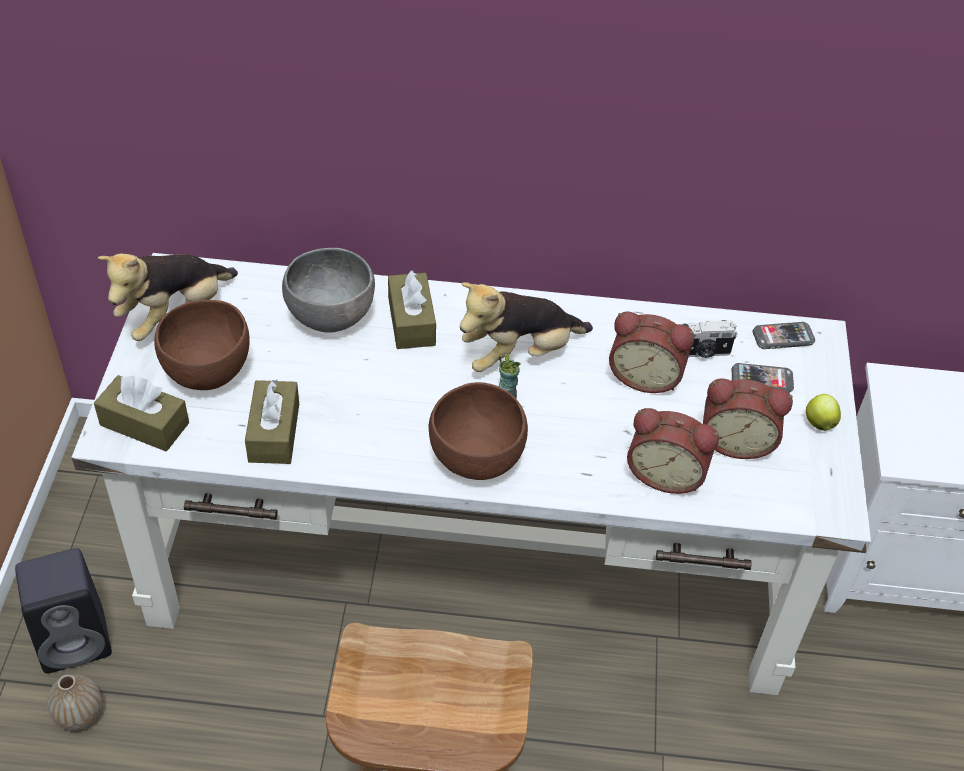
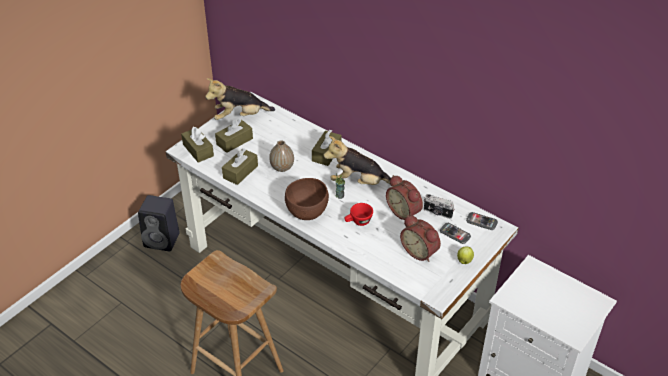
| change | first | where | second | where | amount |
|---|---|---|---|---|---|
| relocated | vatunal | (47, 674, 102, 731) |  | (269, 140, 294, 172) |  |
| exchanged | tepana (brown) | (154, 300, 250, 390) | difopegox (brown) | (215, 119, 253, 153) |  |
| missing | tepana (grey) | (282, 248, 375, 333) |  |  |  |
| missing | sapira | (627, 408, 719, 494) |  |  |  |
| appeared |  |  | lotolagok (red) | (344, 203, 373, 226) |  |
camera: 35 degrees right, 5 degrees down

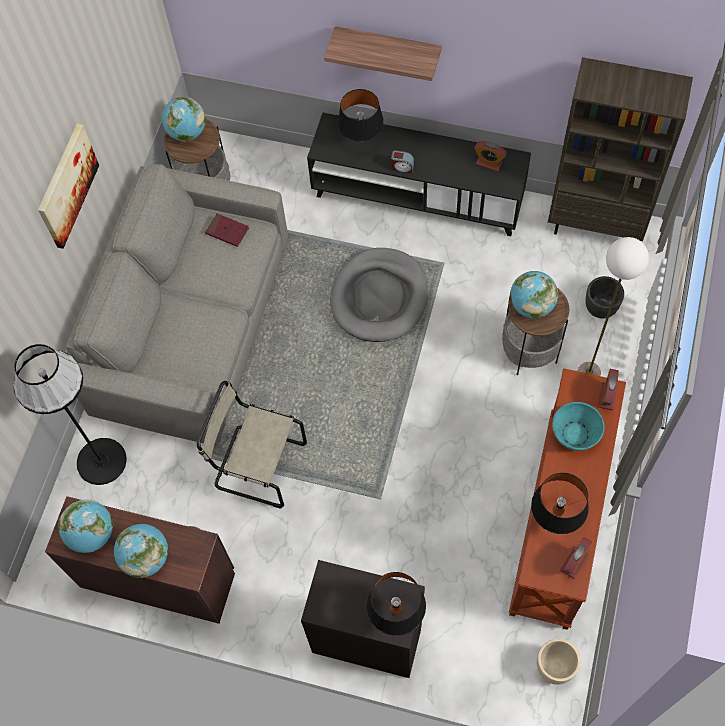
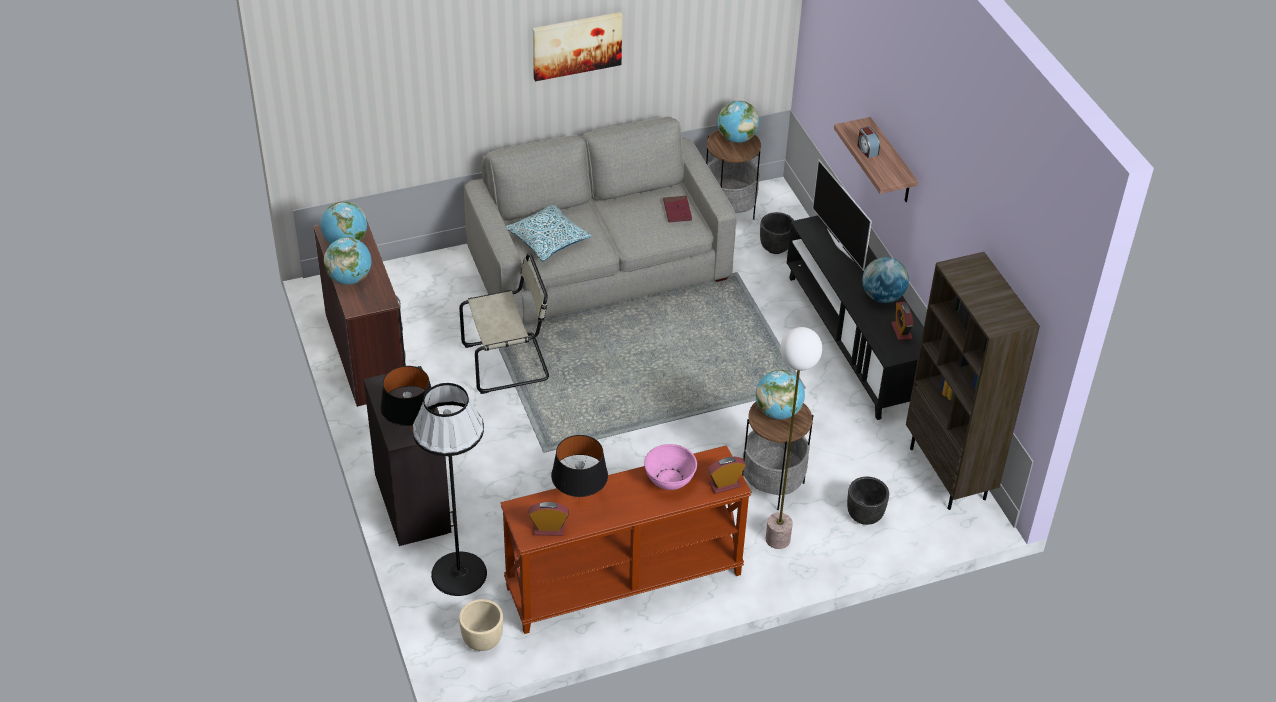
| change | first | where | second | where | amount |
|---|---|---|---|---|---|
| relocated | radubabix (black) | (13, 344, 127, 485) |  | (412, 383, 487, 596) |  |
| spun | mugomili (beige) | (197, 381, 307, 509) |  | (459, 253, 549, 394) | 90 degrees clockwise |
| missing | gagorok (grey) | (330, 248, 428, 342) |  |  |  |
| exchanged | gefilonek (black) | (338, 89, 384, 141) | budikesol | (812, 159, 872, 271) |  |
| relocated | sapira | (391, 150, 414, 173) |  | (858, 127, 880, 158) |  |
| colour | tepana (turquoise) | (552, 402, 605, 451) | tepana (pink) | (644, 444, 697, 490) |  |
| appeared |  |  | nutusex | (506, 205, 592, 262) |  |
| appeared |  |  | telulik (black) | (760, 212, 794, 254) |  |
| appeared |  |  | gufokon | (862, 257, 909, 303) |  |
camera: 50 degrees right, 20 degrees down

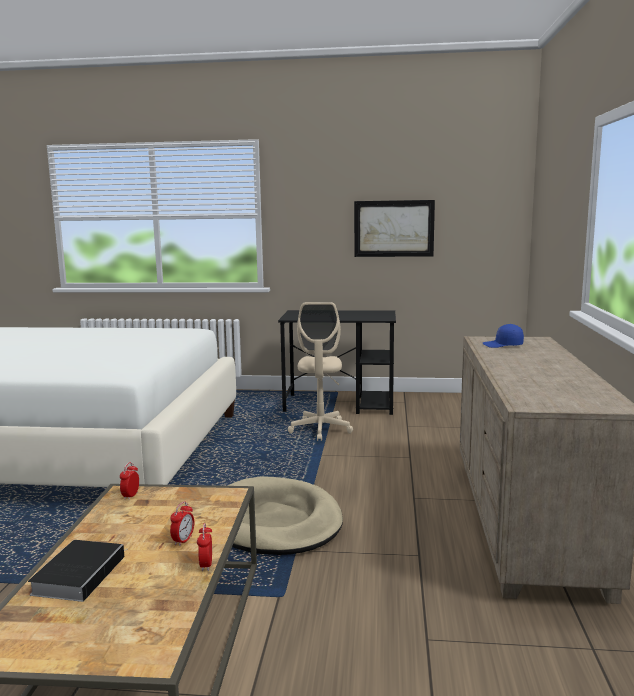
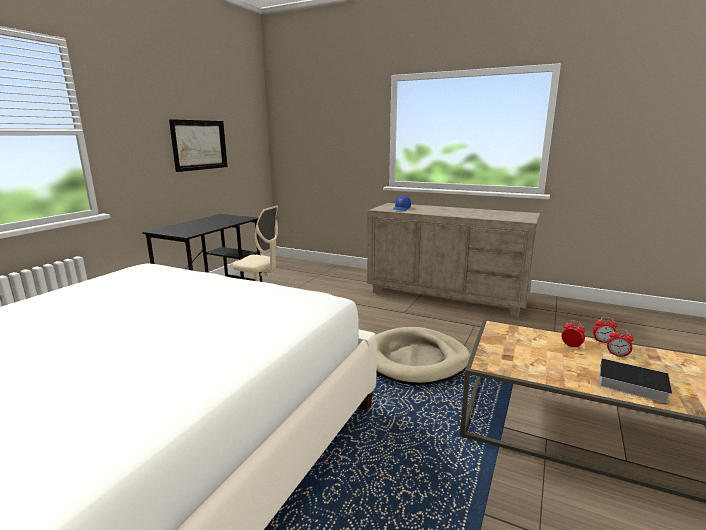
| change | first | where | second | where | amount |
|---|---|---|---|---|---|
| relocated | sapira | (120, 462, 139, 500) |  | (607, 329, 634, 358) |  |
camera: 70 degrees left, 5 degrees up

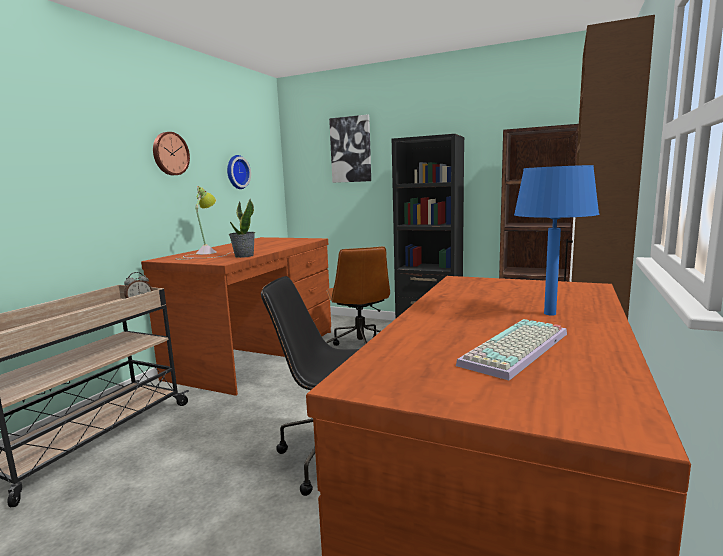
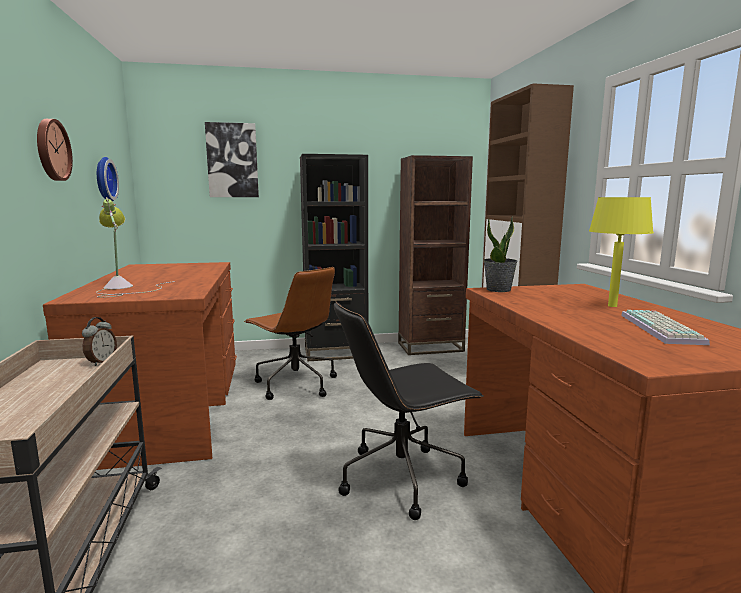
| change | first | where | second | where | amount |
|---|---|---|---|---|---|
| relocated | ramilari | (229, 199, 255, 258) |  | (483, 216, 518, 292) |  |
| colour | gefilonek (blue) | (514, 165, 600, 316) | gefilonek (yellow) | (589, 197, 654, 307) |  |
camera: 35 degrees left, 0 degrees up

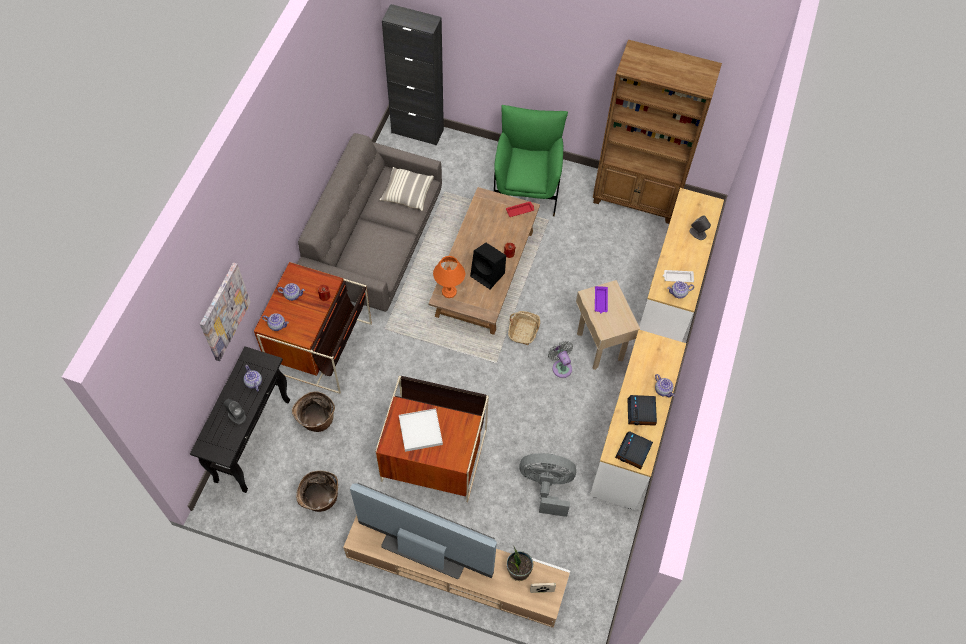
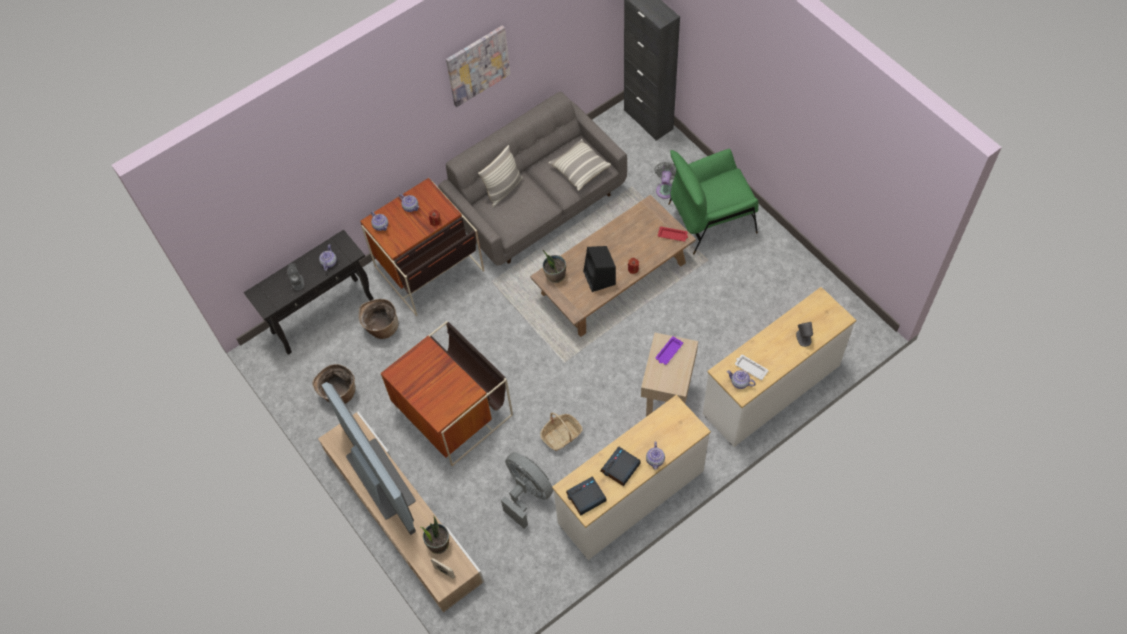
| change | first | where | second | where | amount |
|---|---|---|---|---|---|
| relocated | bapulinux | (200, 263, 251, 361) |  | (446, 25, 510, 107) |  |
| missing | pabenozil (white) | (399, 408, 443, 452) |  |  |  |
| exchanged | gefilonek (orange) | (433, 256, 465, 298) | ramilari | (542, 250, 566, 283) |  |
| spun | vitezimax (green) | (494, 105, 568, 216) |  | (668, 149, 759, 254) | 150 degrees counterclockwise |
| relocated | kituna | (508, 311, 540, 345) |  | (540, 413, 583, 451) |  |
| relocated | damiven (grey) | (548, 341, 573, 378) |  | (654, 162, 676, 199) |  |
| missing | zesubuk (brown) | (593, 40, 722, 224) |  |  |  |
| appeared |  |  | nutusex | (478, 145, 523, 207) |  |
camera: 40 degrees right, 0 degrees up

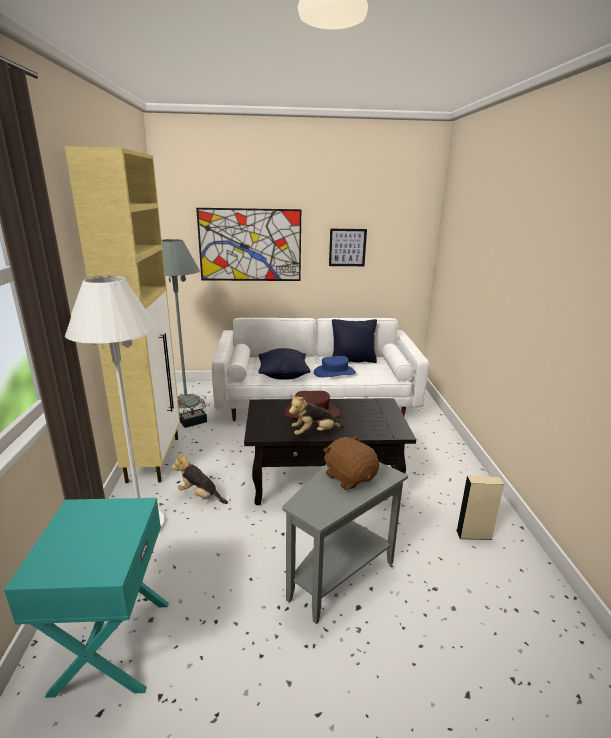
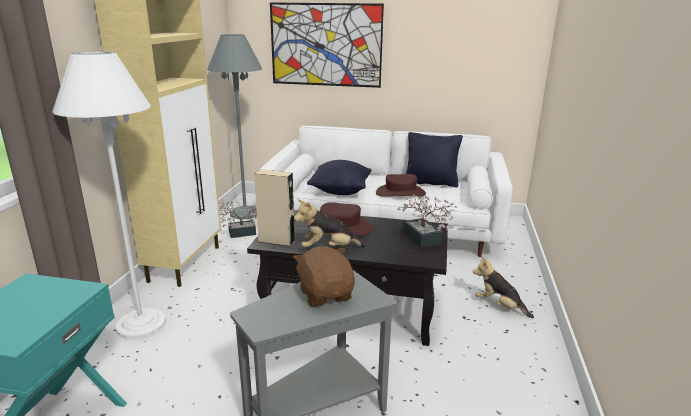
| change | first | where | second | where | amount |
|---|---|---|---|---|---|
| relocated | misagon | (171, 452, 228, 504) |  | (473, 257, 534, 319) |  |
| colour | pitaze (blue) | (314, 356, 356, 377) | pitaze (brown) | (376, 174, 426, 197) |  |
| missing | bapulinux | (329, 229, 367, 266) |  |  |  |
| relocated | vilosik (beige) | (456, 476, 504, 540) |  | (254, 169, 295, 247) |  |
| appeared |  |  | ramilari | (397, 194, 457, 248) |  |
camera: 15 degrees right, 0 degrees up

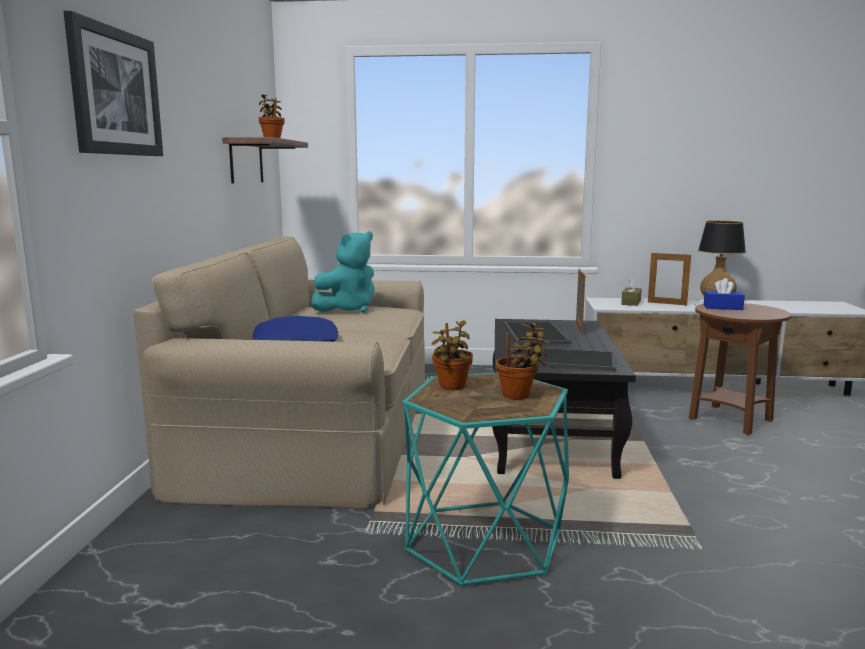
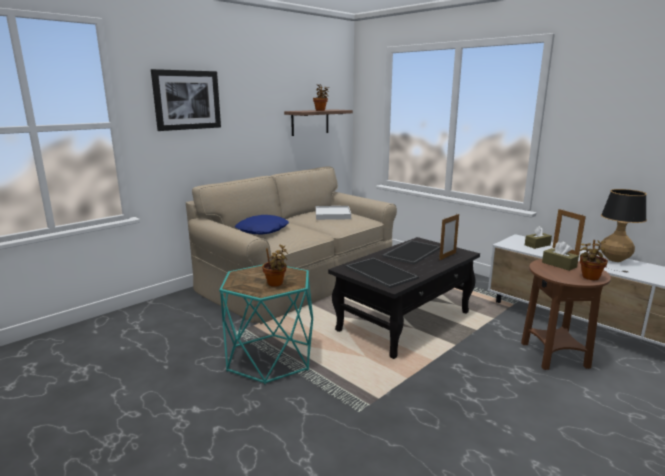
| change | first | where | second | where | amount |
|---|---|---|---|---|---|
| exchanged | misagon (turquoise) | (312, 231, 375, 313) | pabenozil (white) | (316, 206, 351, 220) |  |
| relocated | ramilari | (432, 320, 473, 390) |  | (579, 240, 608, 280) |  |
| colour | difopegox (blue) | (704, 278, 745, 310) | difopegox (brown) | (542, 242, 579, 271) |  |
camera: 40 degrees right, 5 degrees up

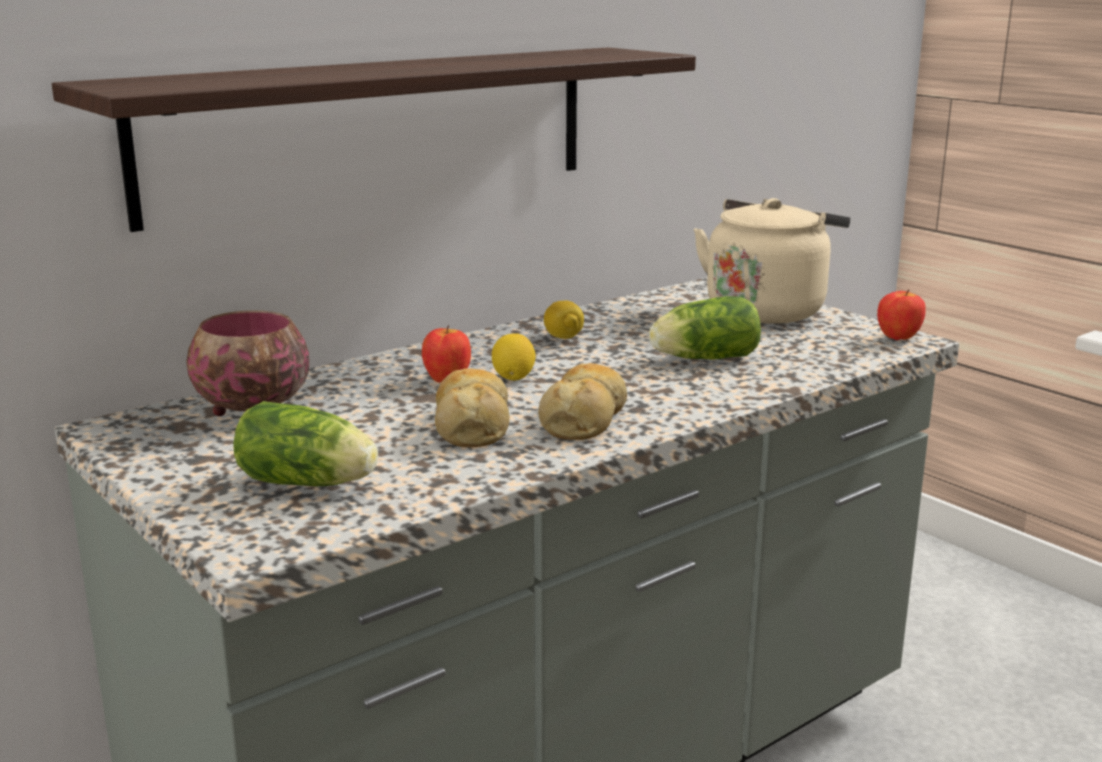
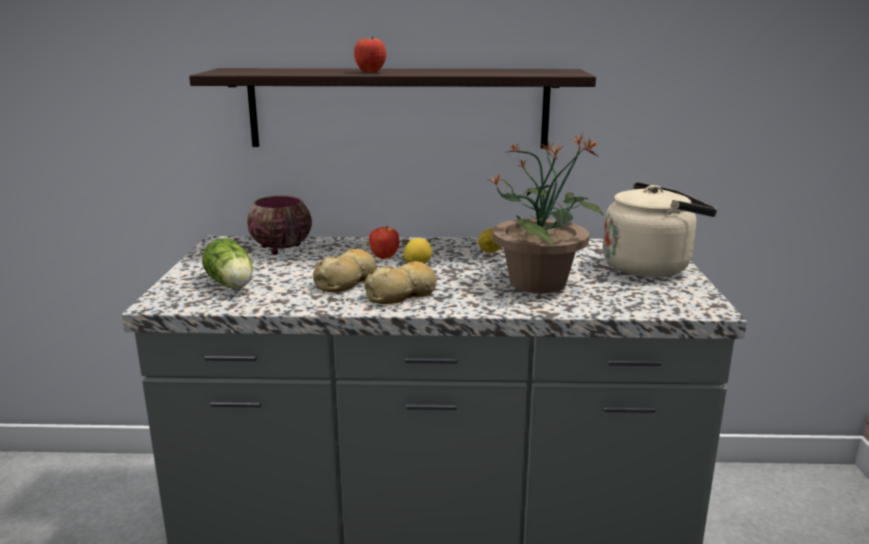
| change | first | where | second | where | amount |
|---|---|---|---|---|---|
| exchanged | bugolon | (649, 296, 761, 360) | ramilari | (488, 133, 604, 293) |  |
| relocated | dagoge | (877, 289, 926, 340) |  | (354, 36, 386, 72) |  |
camera: 40 degrees right, 0 degrees up

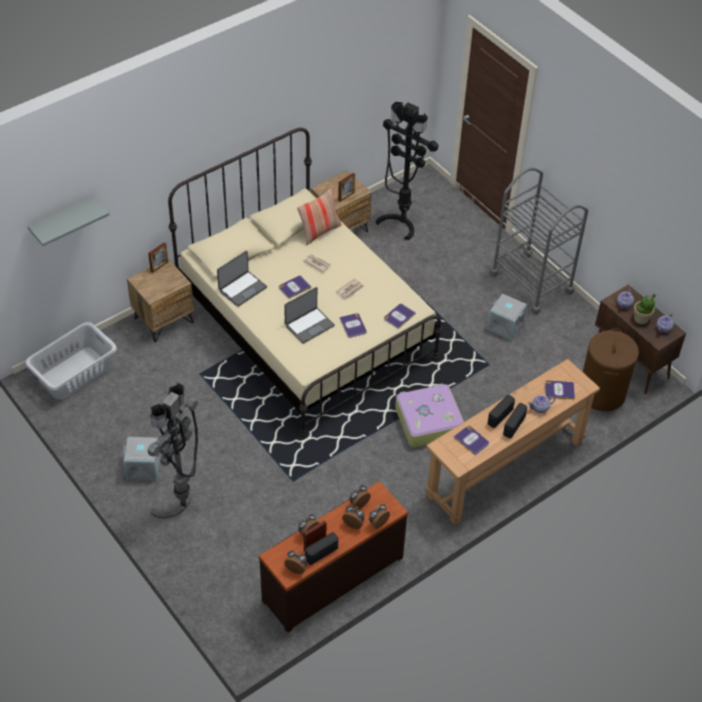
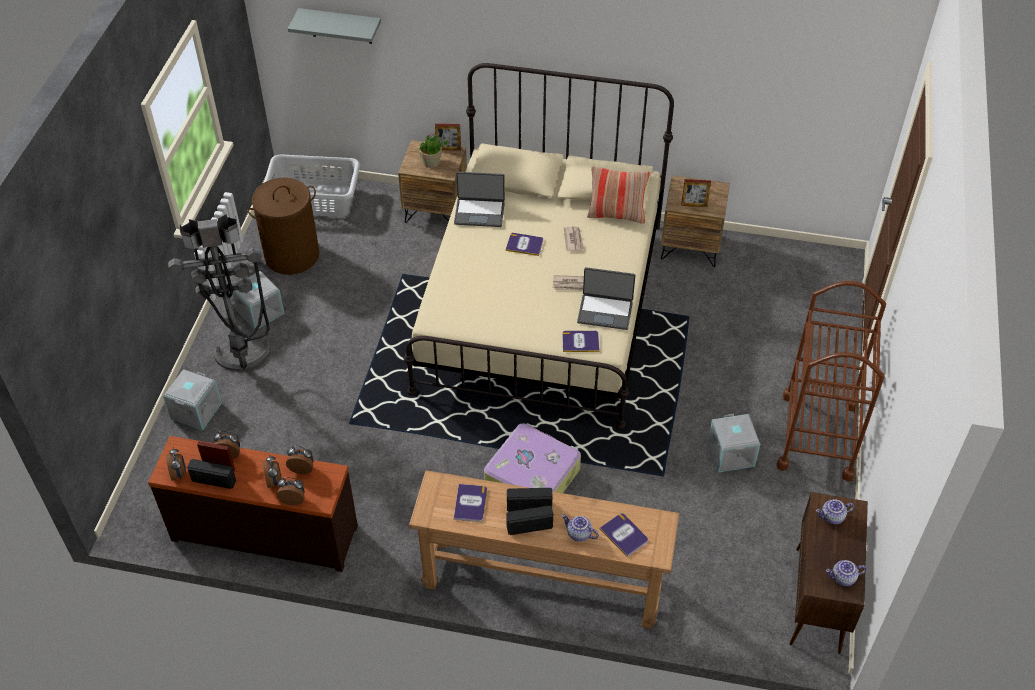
| change | first | where | second | where | amount |
|---|---|---|---|---|---|
| relocated | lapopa | (284, 287, 335, 344) |  | (577, 267, 636, 330) |  |
| missing | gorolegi | (340, 313, 367, 338) |  |  |  |
| missing | radubabix (black) | (376, 102, 438, 240) |  |  |  |
| colour | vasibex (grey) | (489, 167, 588, 315) | vasibex (brown) | (776, 281, 886, 481) |  |
| relocated | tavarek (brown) | (583, 328, 639, 411) |  | (247, 177, 319, 275) |  |
| relocated | ramilari | (634, 293, 656, 324) |  | (419, 133, 448, 168) |  |
| appeared |  |  | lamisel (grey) | (163, 369, 222, 430) |  |
camera: 50 degrees right, 0 degrees up

